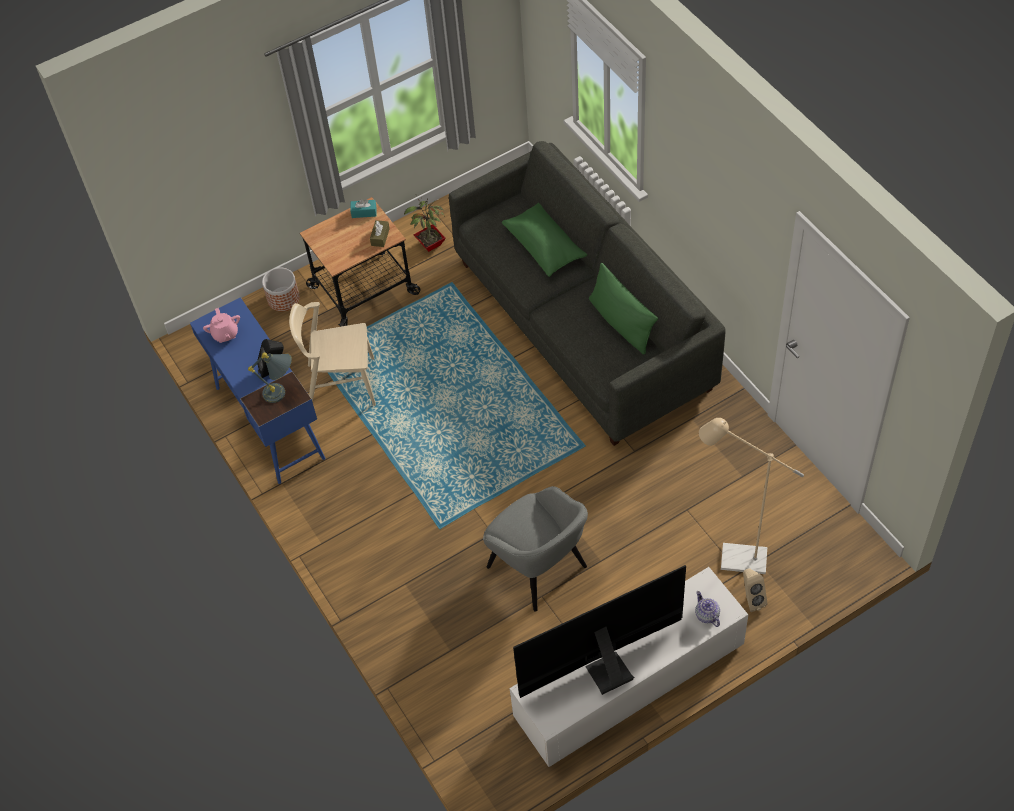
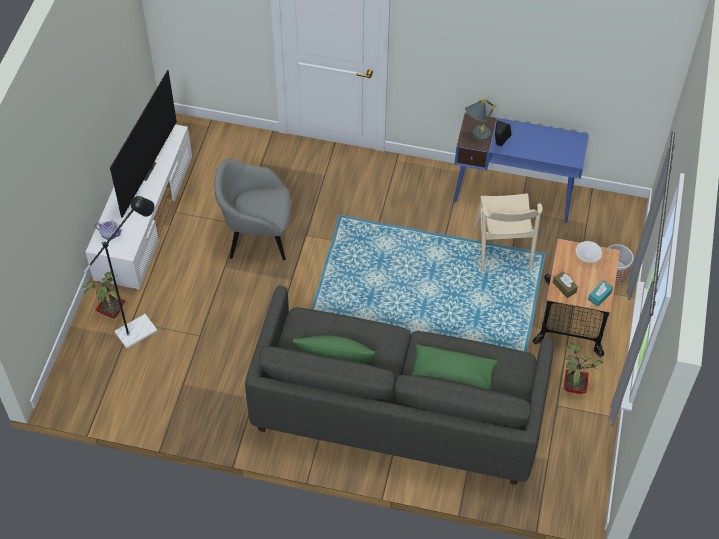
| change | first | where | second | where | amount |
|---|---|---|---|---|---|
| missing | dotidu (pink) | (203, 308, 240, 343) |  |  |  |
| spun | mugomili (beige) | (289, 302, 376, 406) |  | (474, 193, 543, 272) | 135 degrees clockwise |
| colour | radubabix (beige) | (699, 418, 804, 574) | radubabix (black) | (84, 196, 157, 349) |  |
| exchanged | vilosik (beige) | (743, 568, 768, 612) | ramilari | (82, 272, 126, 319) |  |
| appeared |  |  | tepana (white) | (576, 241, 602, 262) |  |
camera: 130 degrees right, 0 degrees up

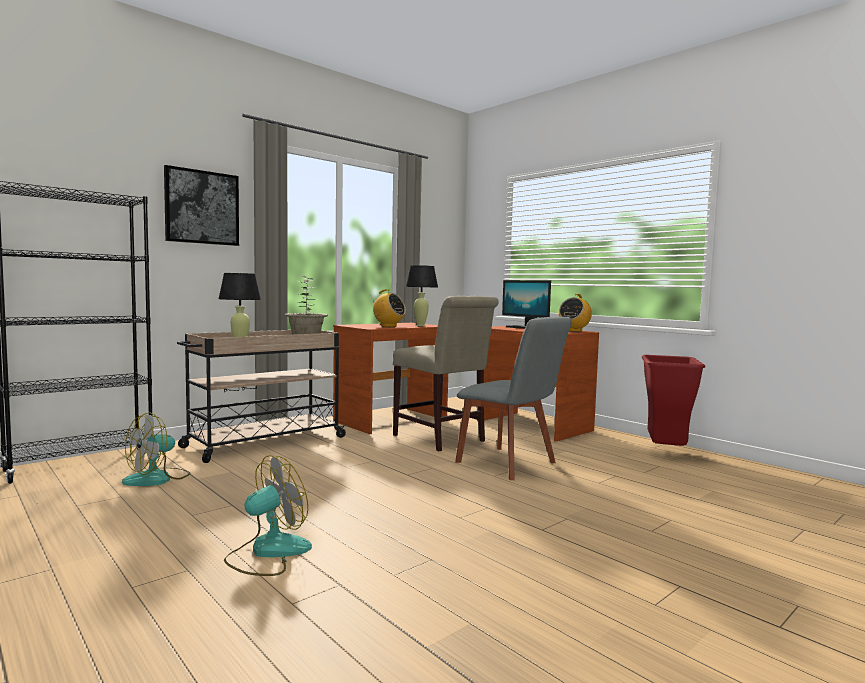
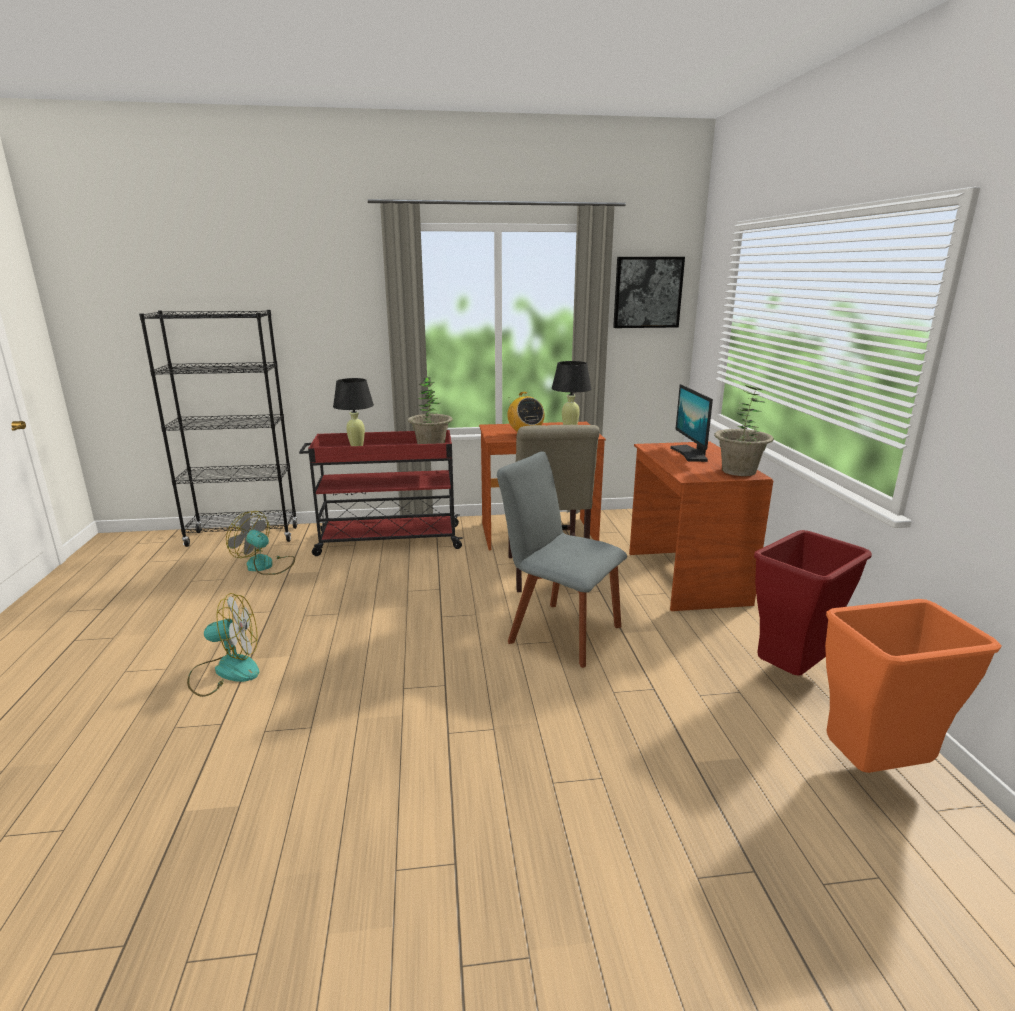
| change | first | where | second | where | amount |
|---|---|---|---|---|---|
| spun | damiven | (122, 413, 190, 486) |  | (226, 511, 295, 575) | 45 degrees clockwise |
| relocated | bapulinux | (164, 165, 239, 246) |  | (613, 257, 685, 328) |  |
| colour | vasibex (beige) | (177, 330, 347, 463) | vasibex (red) | (299, 430, 463, 556) |  |
| spun | mugomili (grey) | (455, 316, 572, 480) |  | (497, 451, 627, 668) | 135 degrees clockwise |
| exchanged | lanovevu | (558, 294, 592, 332) | ramilari | (714, 385, 774, 476) |  |
| appeared |  |  | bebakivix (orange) | (825, 599, 1002, 773) |  |
camera: 35 degrees right, 15 degrees up

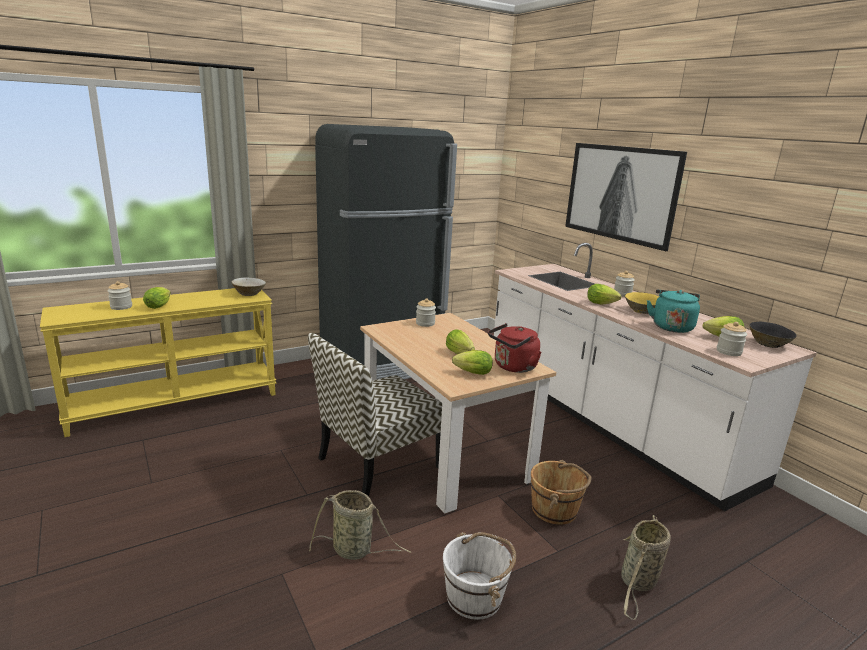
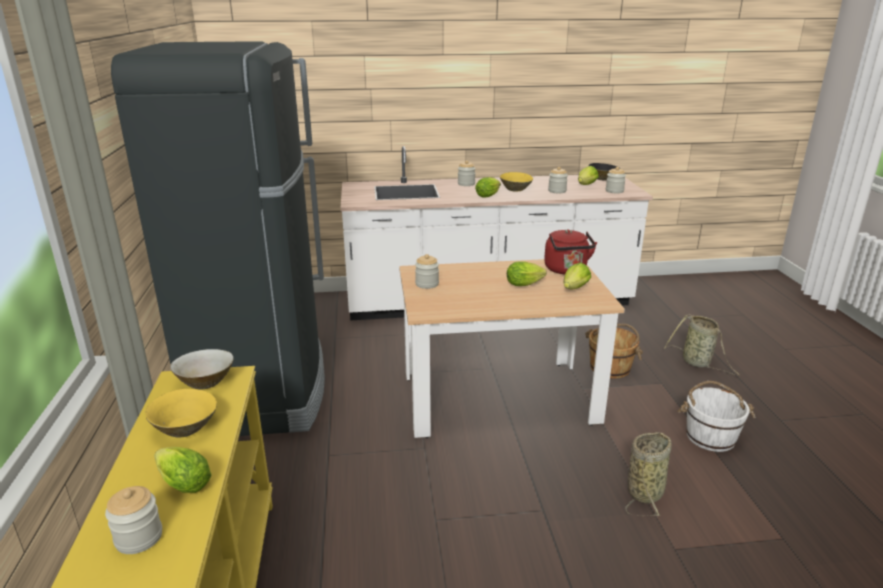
| change | first | where | second | where | amount |
|---|---|---|---|---|---|
| missing | mugomili | (308, 333, 442, 497) |  |  |  |
| missing | bapulinux | (565, 143, 687, 251) |  |  |  |
| exchanged | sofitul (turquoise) | (647, 289, 700, 333) | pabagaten | (548, 167, 568, 193) |  |
| appeared |  |  | tepana (yellow) | (145, 389, 217, 437) |  |
camera: 65 degrees left, 5 degrees up

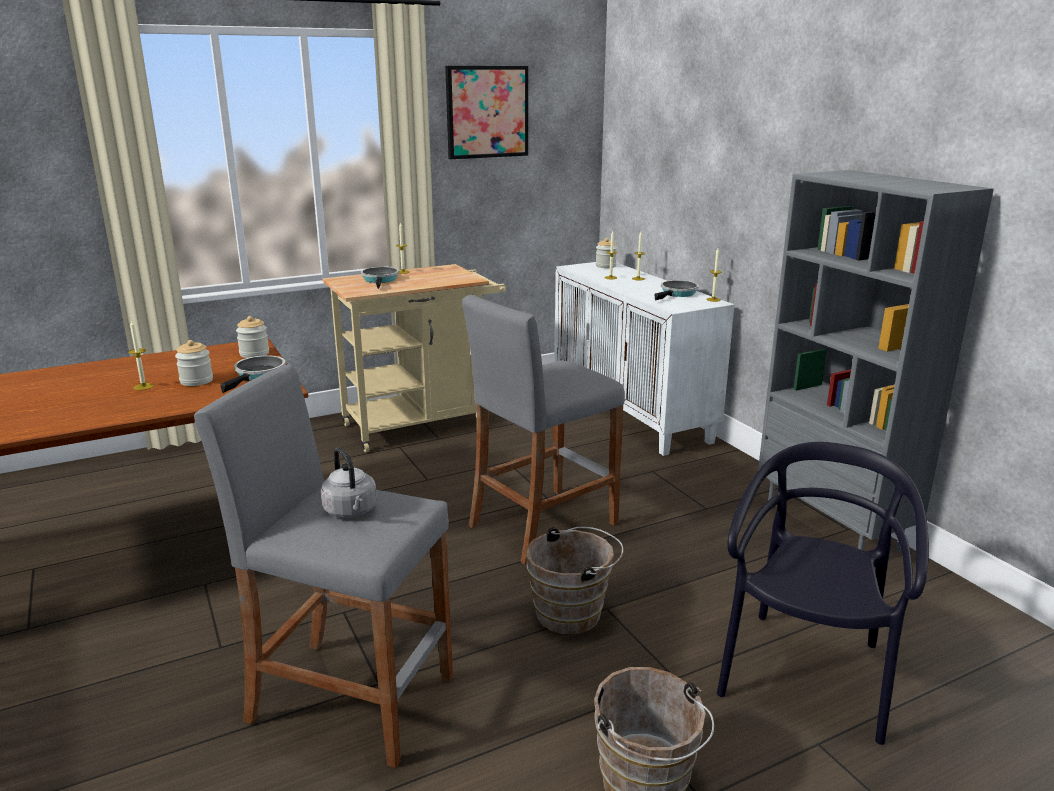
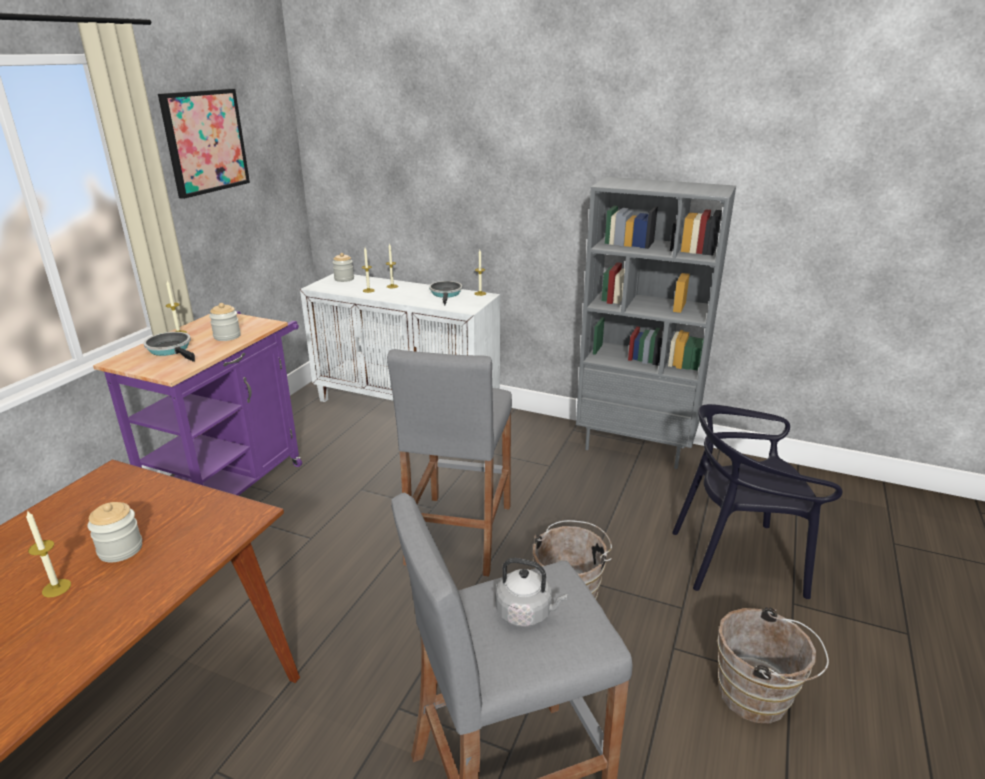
| change | first | where | second | where | amount |
|---|---|---|---|---|---|
| missing | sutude | (221, 355, 286, 393) |  |  |  |
| relocated | pabagaten | (236, 316, 269, 358) |  | (209, 303, 241, 341) |  |
| colour | vasibex (beige) | (322, 264, 506, 452) | vasibex (purple) | (93, 311, 302, 496) |  |
| spun | mugomili (black) | (717, 442, 929, 745) |  | (672, 404, 842, 599) | 75 degrees counterclockwise |
camera: 40 degrees left, 5 degrees up

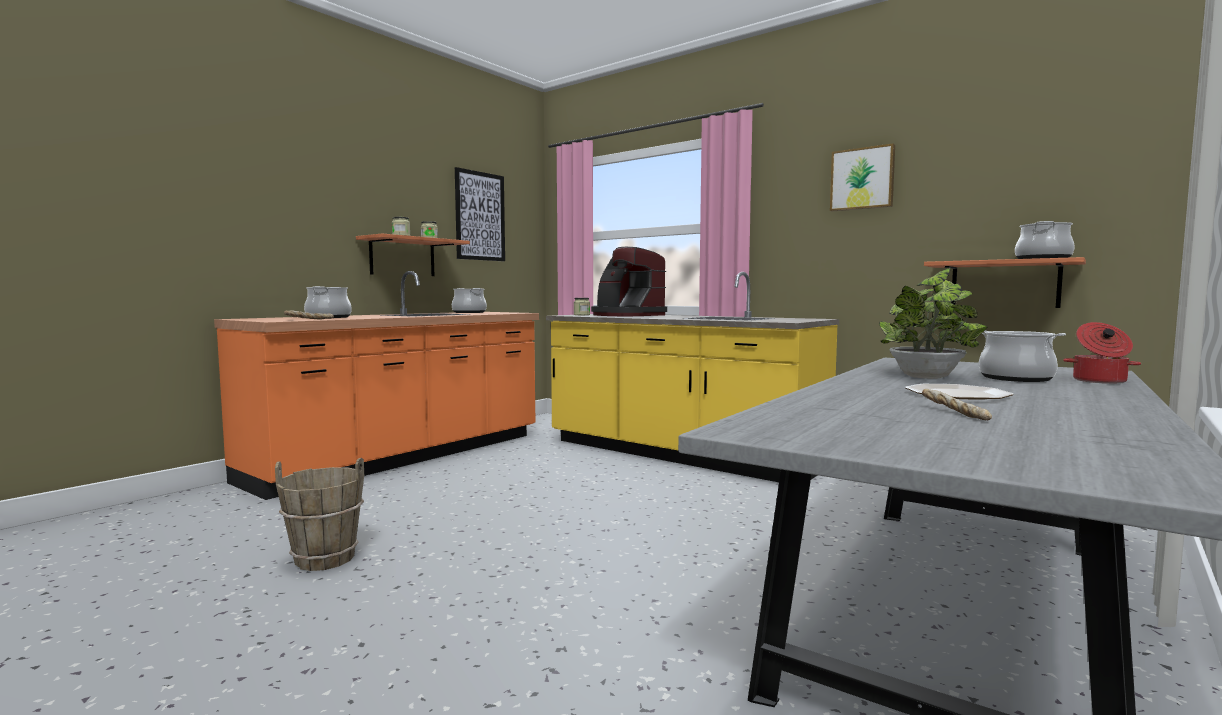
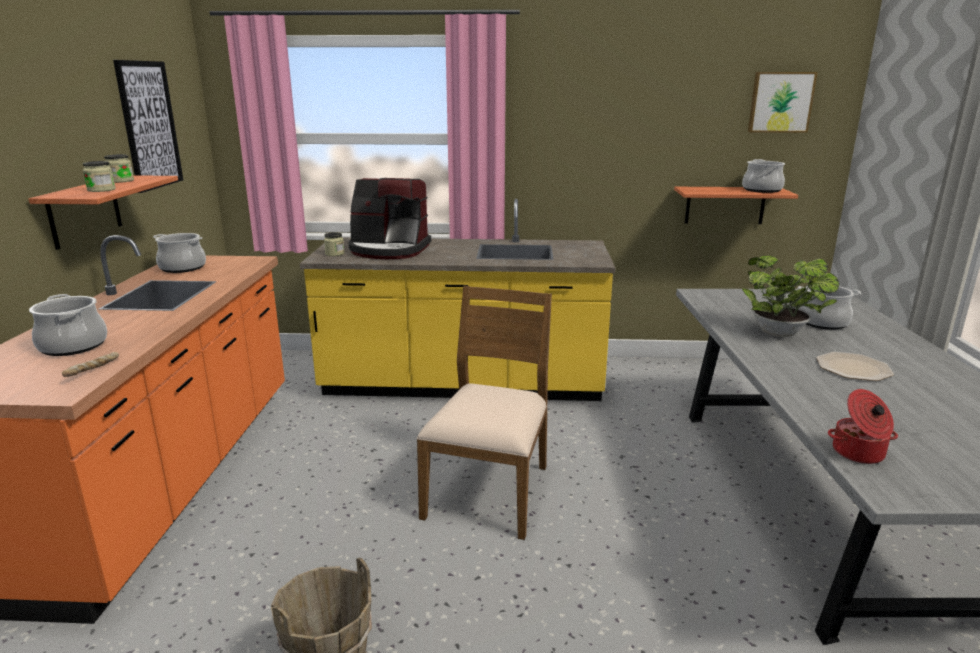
| change | first | where | second | where | amount |
|---|---|---|---|---|---|
| relocated | bapulinux | (830, 143, 895, 211) |  | (748, 72, 818, 133) |  |
| missing | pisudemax | (922, 389, 992, 420) |  |  |  |
| relocated | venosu | (1063, 322, 1141, 384) |  | (828, 389, 898, 464) |  |
| appeared |  |  | mugomili (brown) | (416, 286, 552, 540) |  |
camera: 35 degrees left, 15 degrees up

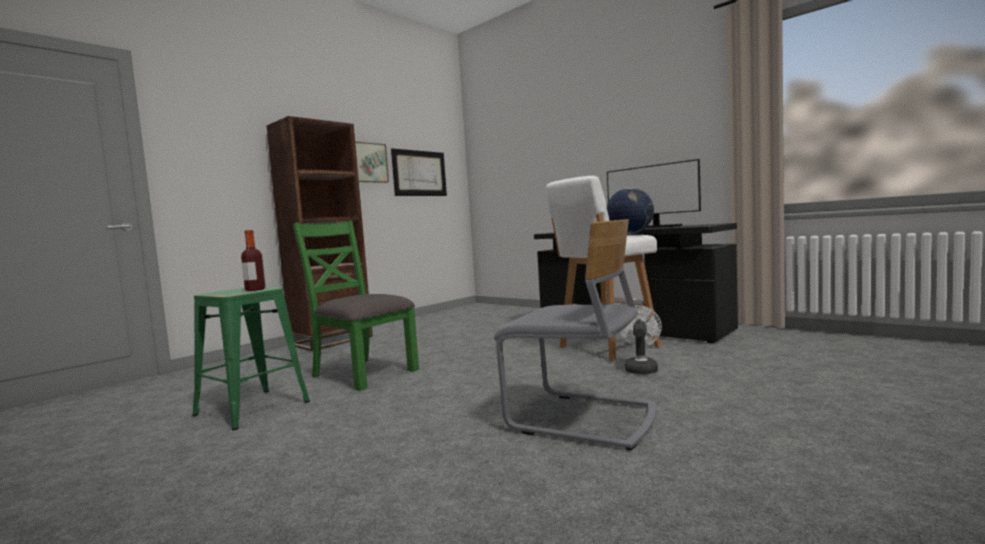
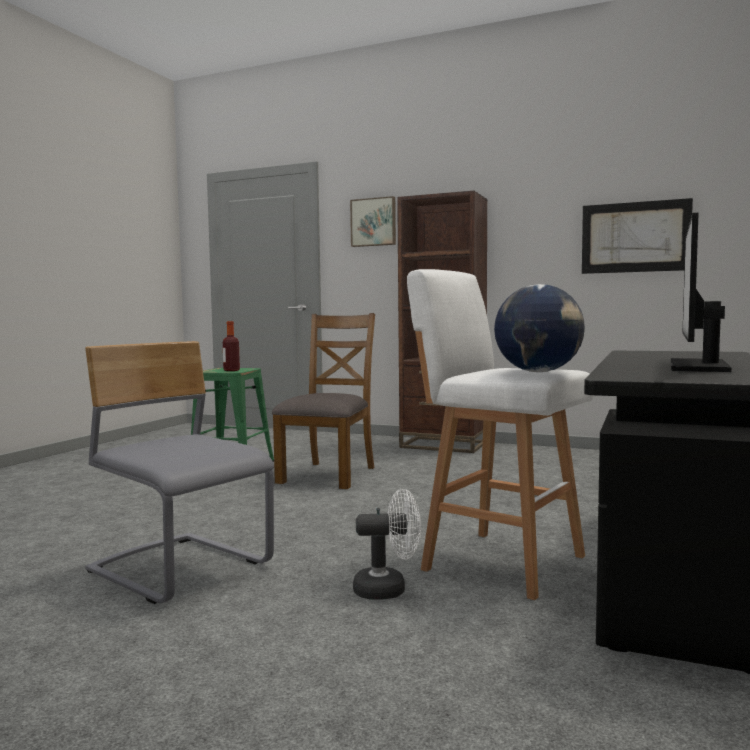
| change | first | where | second | where | amount |
|---|---|---|---|---|---|
| colour | mugomili (green) | (292, 220, 419, 391) | mugomili (brown) | (272, 313, 375, 489) |  |
| relocated | bapulinux | (355, 142, 389, 183) |  | (350, 196, 396, 247) |  |
| spun | mugomili (grey) | (494, 219, 656, 451) |  | (85, 341, 274, 604) | 120 degrees clockwise |
camera: 70 degrees right, 0 degrees up

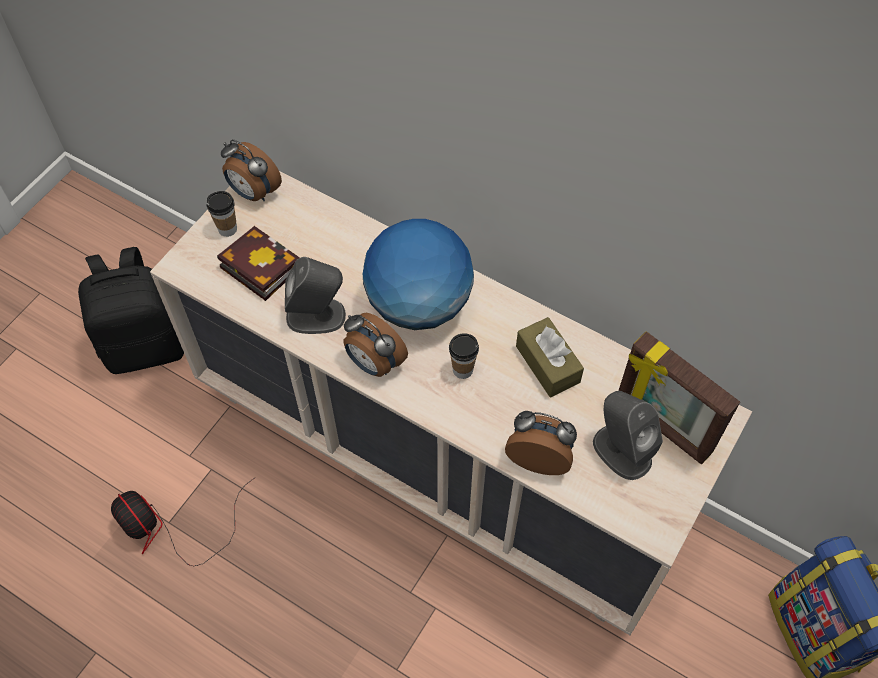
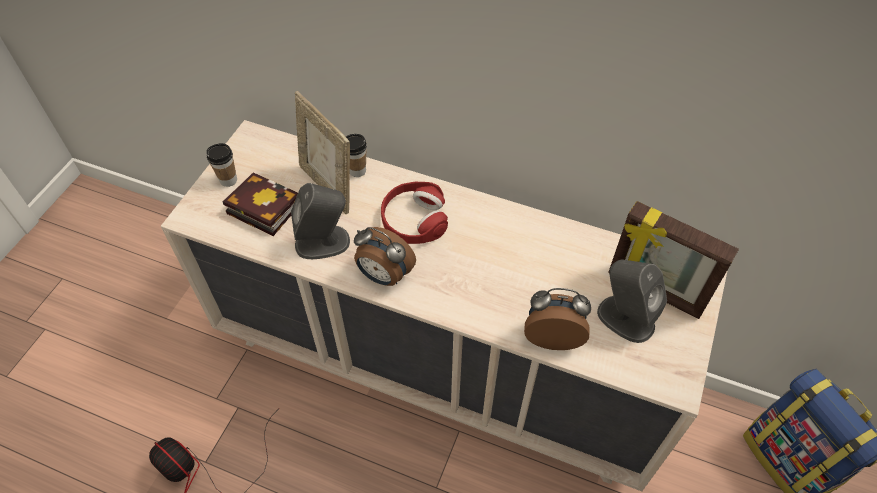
| change | first | where | second | where | amount |
|---|---|---|---|---|---|
| missing | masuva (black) | (78, 247, 184, 374) |  |  |  |
| missing | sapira | (221, 140, 282, 202) |  |  |  |
| exchanged | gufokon | (363, 219, 474, 330) | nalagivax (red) | (381, 182, 448, 244) |  |
| relocated | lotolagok | (449, 333, 479, 379) |  | (346, 134, 367, 177) |  |
| missing | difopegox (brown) | (516, 317, 584, 397) |  |  |  |
| appeared |  |  | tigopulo | (295, 91, 350, 214) |  |
camera: 10 degrees left, 5 degrees down

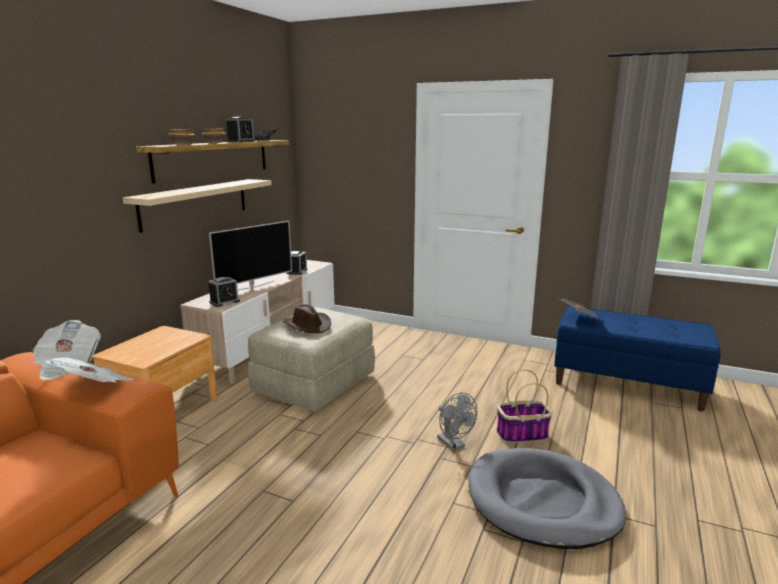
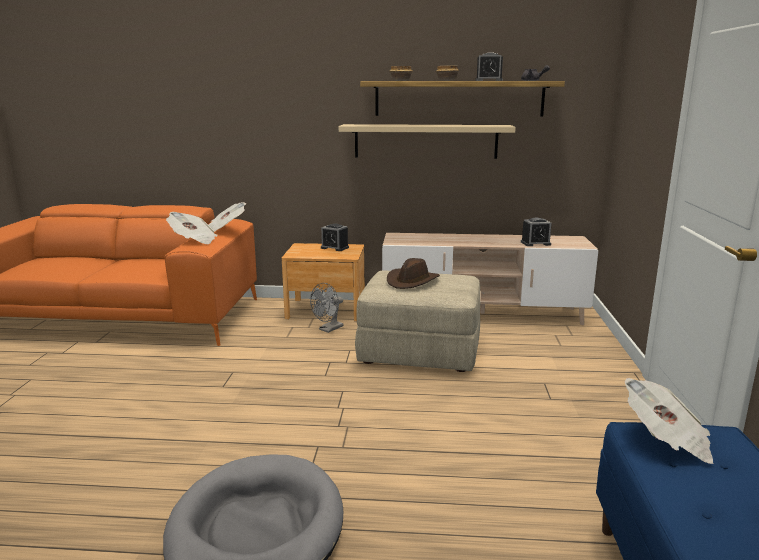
| change | first | where | second | where | amount |
|---|---|---|---|---|---|
| missing | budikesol | (209, 221, 292, 290) |  |  |  |
| relocated | sapira | (209, 277, 240, 307) |  | (321, 224, 349, 251) |  |
| relocated | damiven (grey) | (437, 393, 477, 451) |  | (310, 283, 343, 333) |  |
| missing | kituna | (497, 369, 552, 443) |  |  |  |
camera: 70 degrees right, 0 degrees up

